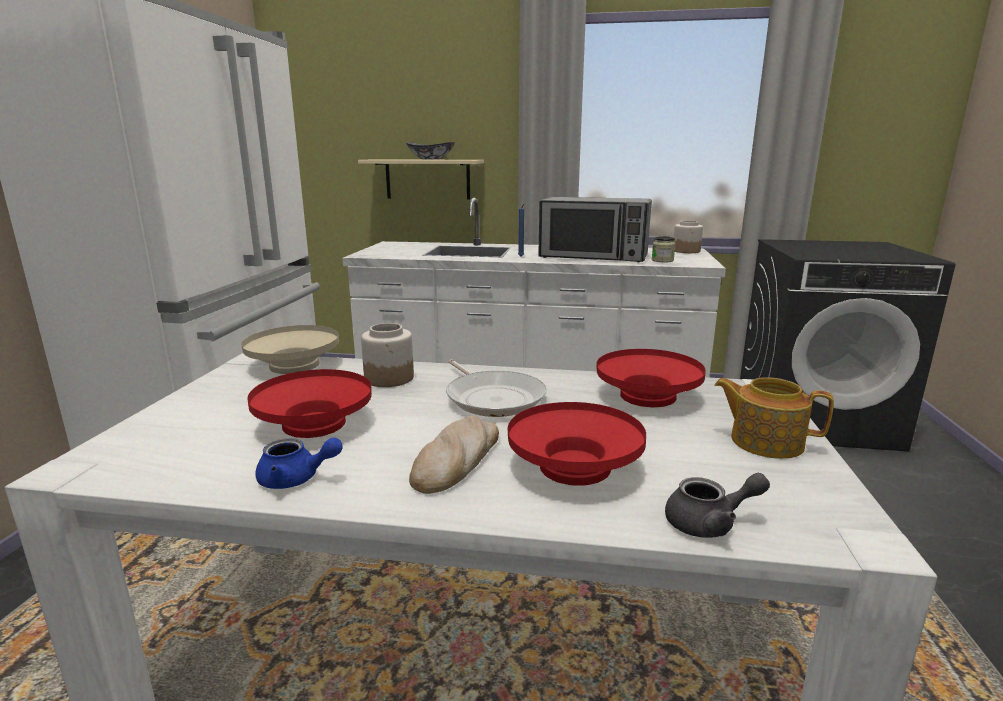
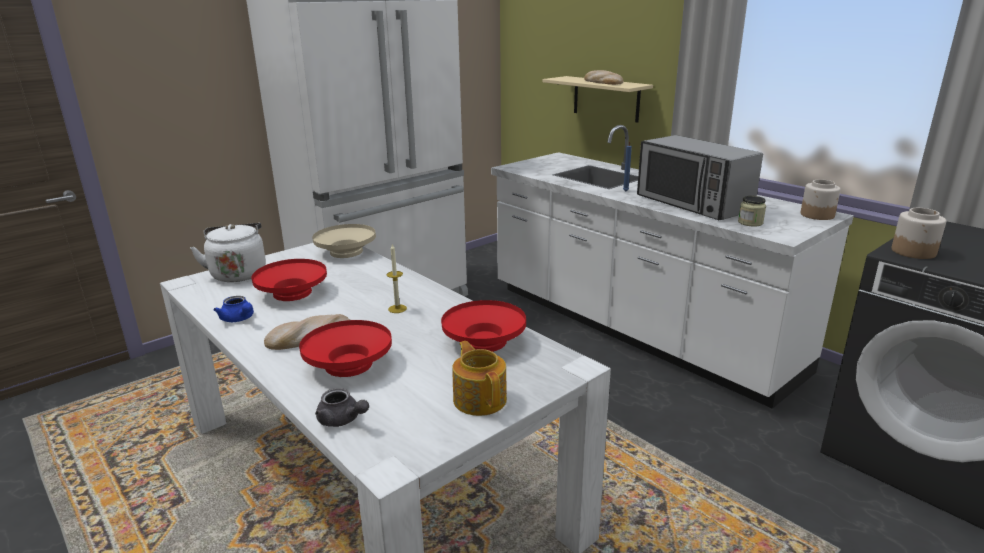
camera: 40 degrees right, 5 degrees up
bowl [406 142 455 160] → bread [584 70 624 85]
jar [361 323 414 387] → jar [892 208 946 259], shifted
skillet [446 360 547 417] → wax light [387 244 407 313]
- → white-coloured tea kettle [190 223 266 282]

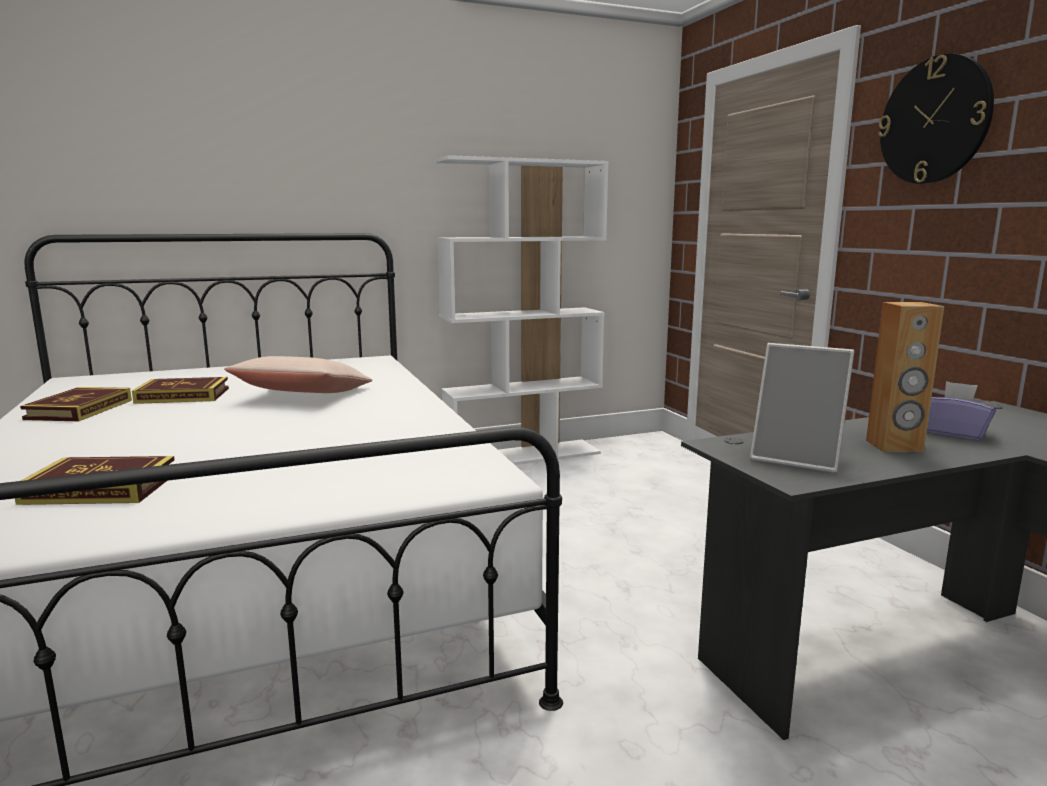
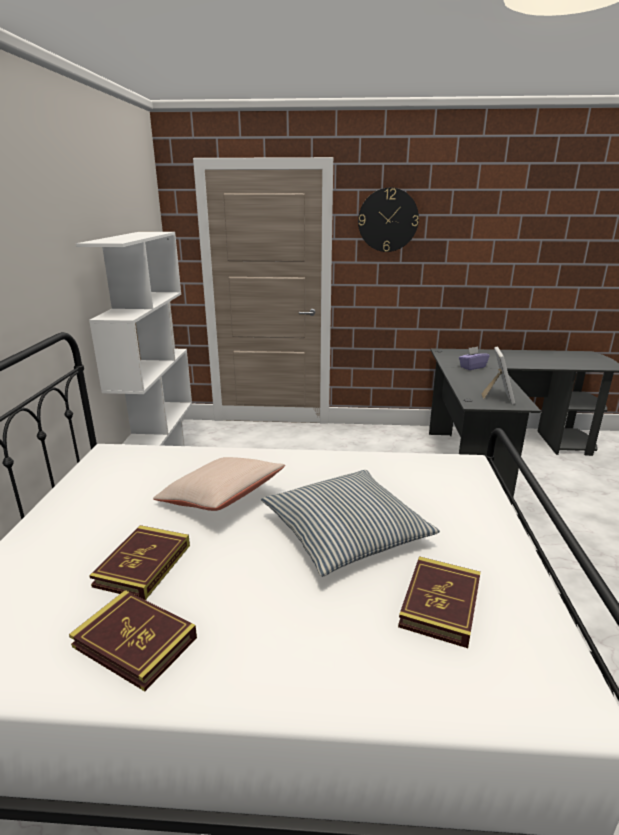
camera: 65 degrees left, 10 degrees up
brown loudspeaker [866 302 944 452] → -
photo frame [750 343 854 473] → photo frame [481 347 515 405], 45 degrees counterclockwise
- → cushion [261 470 440 577]

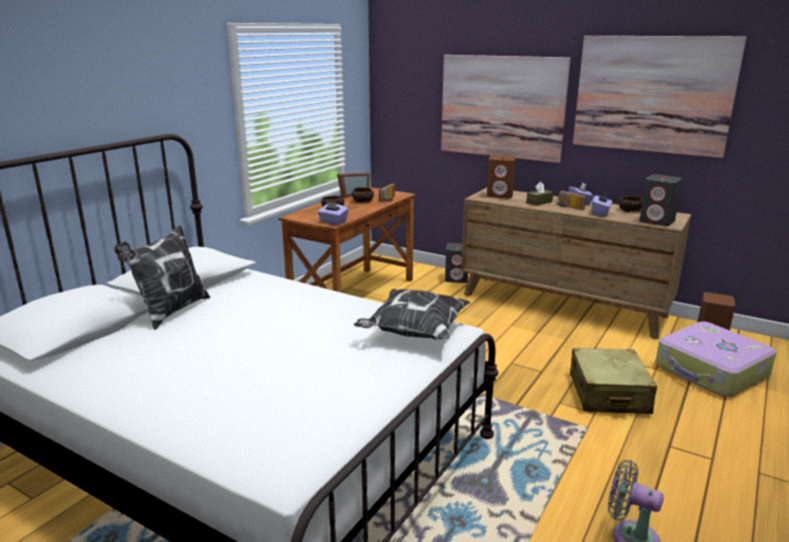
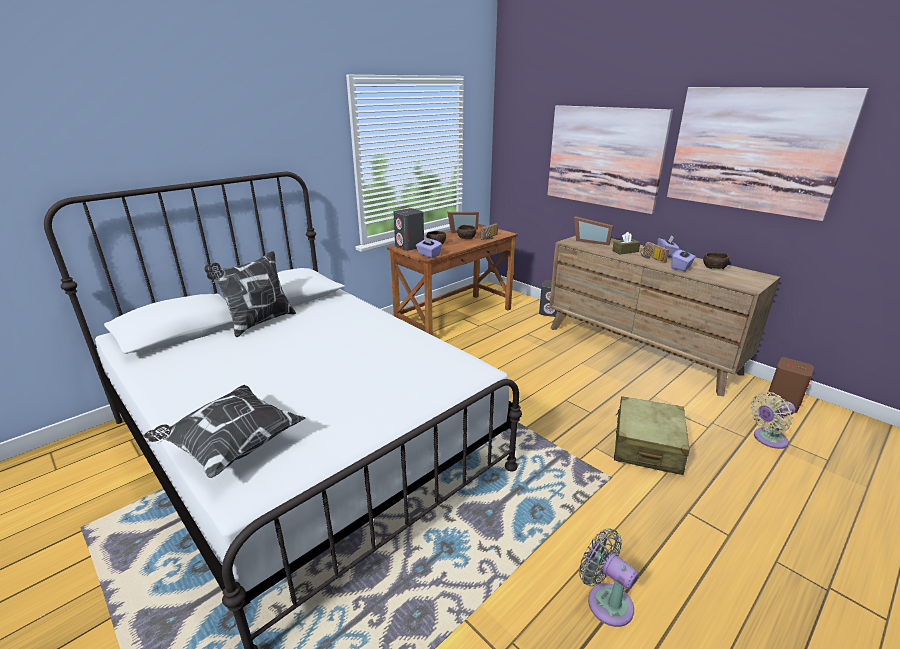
camera: 15 degrees right, 5 degrees up
brown loudspeaker [487 155 516 198] → photo frame [574 216 614 246]
grey loudspeaker [639 174 682 226] → grey loudspeaker [393 208 424 251], shifted
cushion [354 289 471 340] → cushion [144 385 306 478], shifted
suitcase [655 321 777 397] → sand-coloured cooling fan [751 392 795 449]

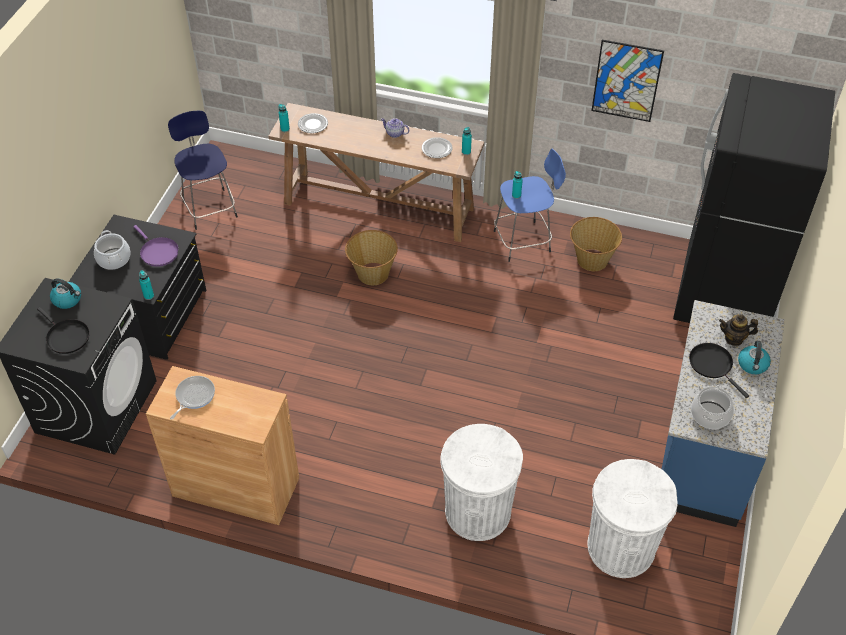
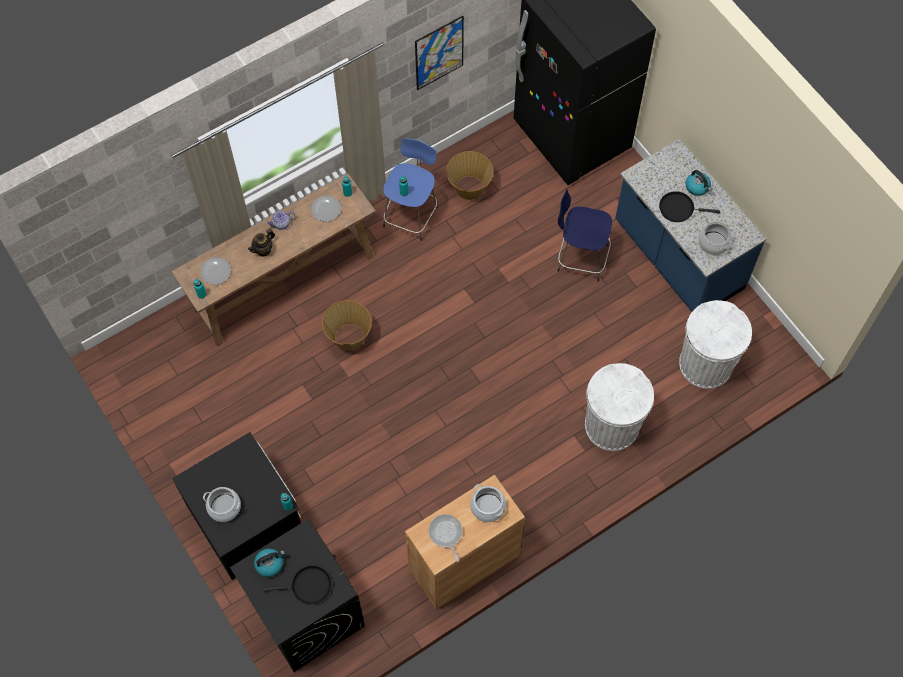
camera: 50 degrees left, 15 degrees up
blue-coloured stool seat [168 111 238 230] → blue-coloured stool seat [558 189 612 282], shifted
purple-coloured skillet [133 225 179 267] → -
pot for tea [719 314 758 346] → pot for tea [248 229 275 257], shifted
- → cooking pot [470 484 506 522]

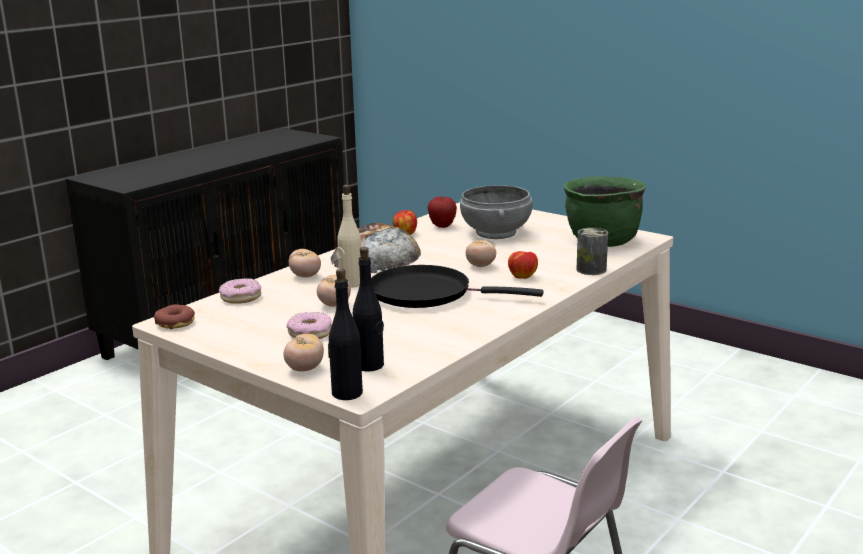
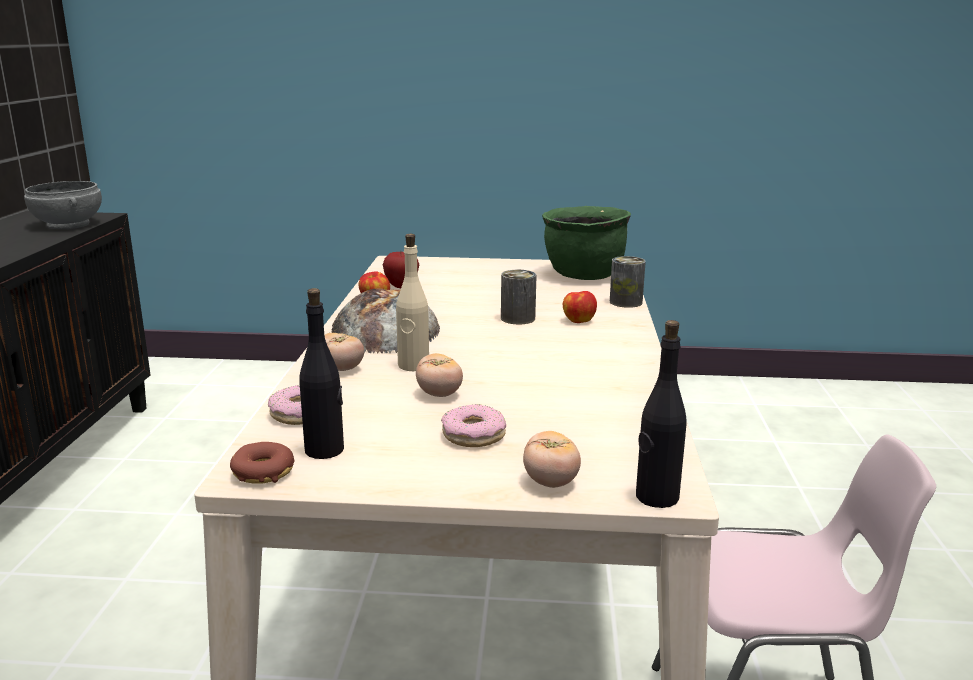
camera: 35 degrees left, 0 degrees up
grey bowl [460 185 533 239] → grey bowl [24 181 102 229], shifted
tomato [466 240 496 267] → metal can [501 270 537 324]
blackish drink bottle [353 247 384 372] → blackish drink bottle [299 288 344 459], shifted
blackish skillet [371 265 544 308] → -

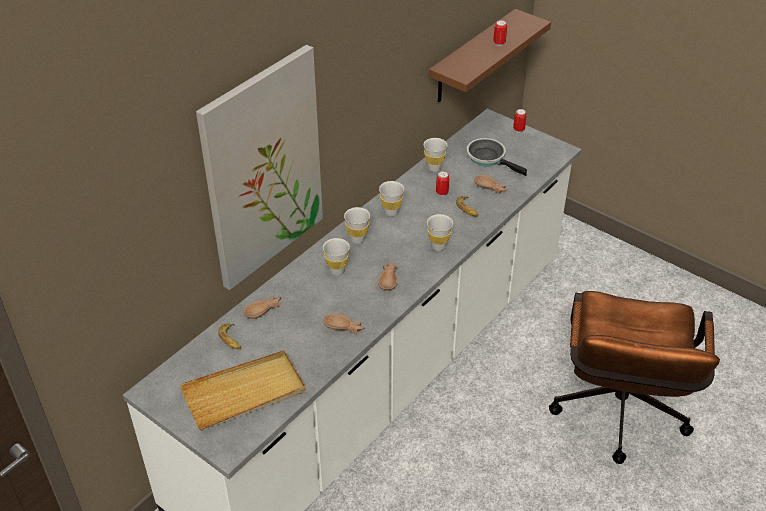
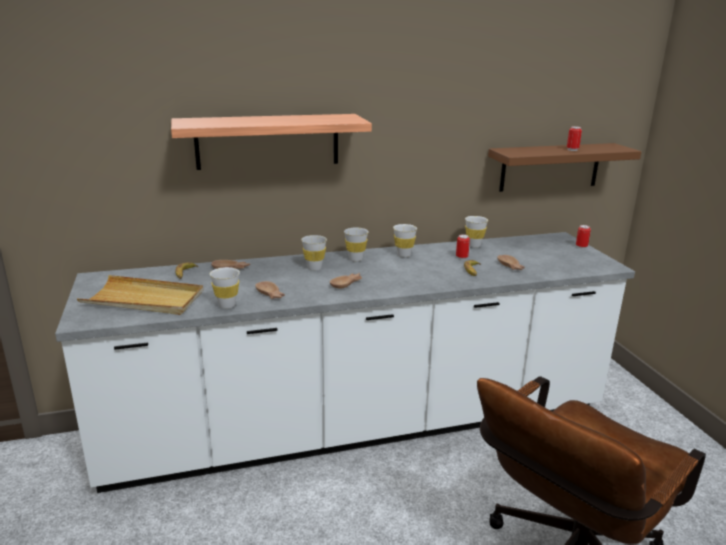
camera: 35 degrees right, 20 degrees down
picture [196 45 323 290] → bracket shelf [171 114 372 170]
skillet [466 138 527 176] → -
white-coloured cup [427 214 453 251] → white-coloured cup [210 267 240 309], shifted

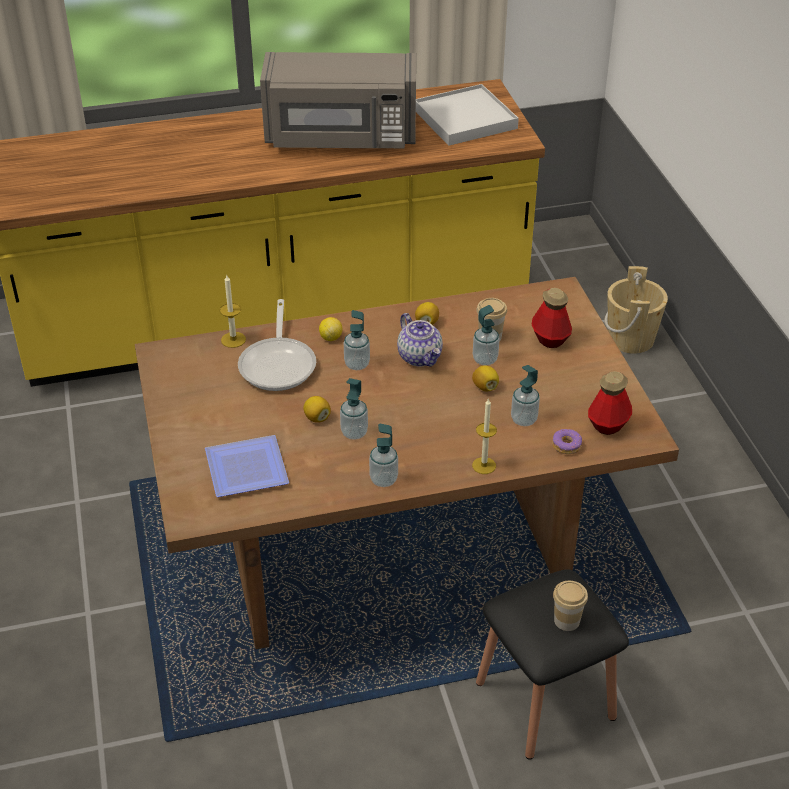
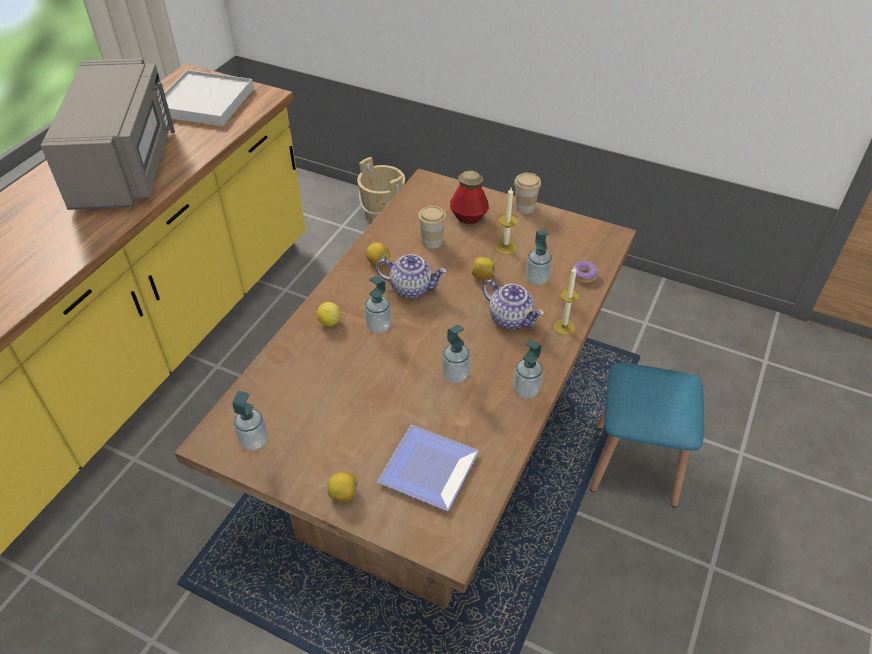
camera: 50 degrees left, 5 degrees up
grey microwave [260 52 416 148] → grey microwave [41 58 175 210], 45 degrees counterclockwise
wax light [220 275 246 348] → wax light [495 188 518 255], shifted
skillet [238 299 316 391] → -
liquid soap bottle [473 305 500 366] → liquid soap bottle [232 391 268 451], shifted
drink bottle [588 371 632 435] → -
lemon [303 396 331 423] → lemon [328 472 358 502], shifted
blackish stool seat [476 569 629 760] → blue-coloured stool seat [590 363 704 507]
cup [553 581 588 631] → cup [514 173 541 214], shifted
- → pot for tea [482 280 544 329]

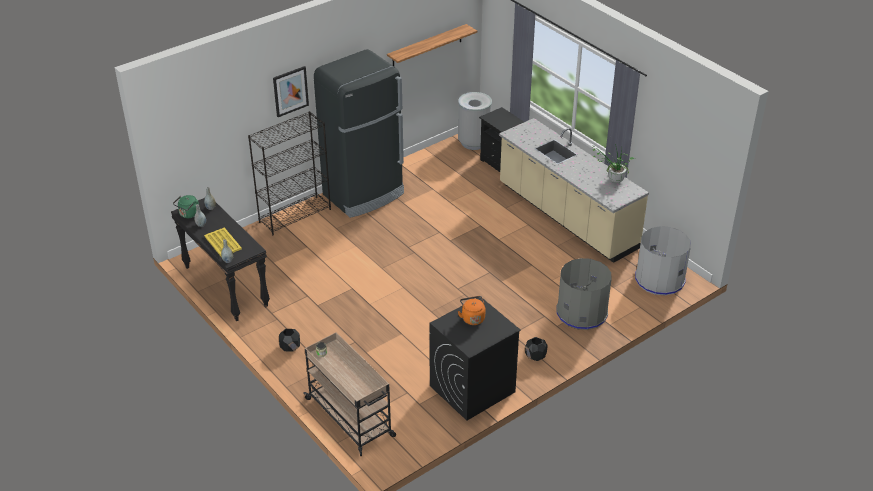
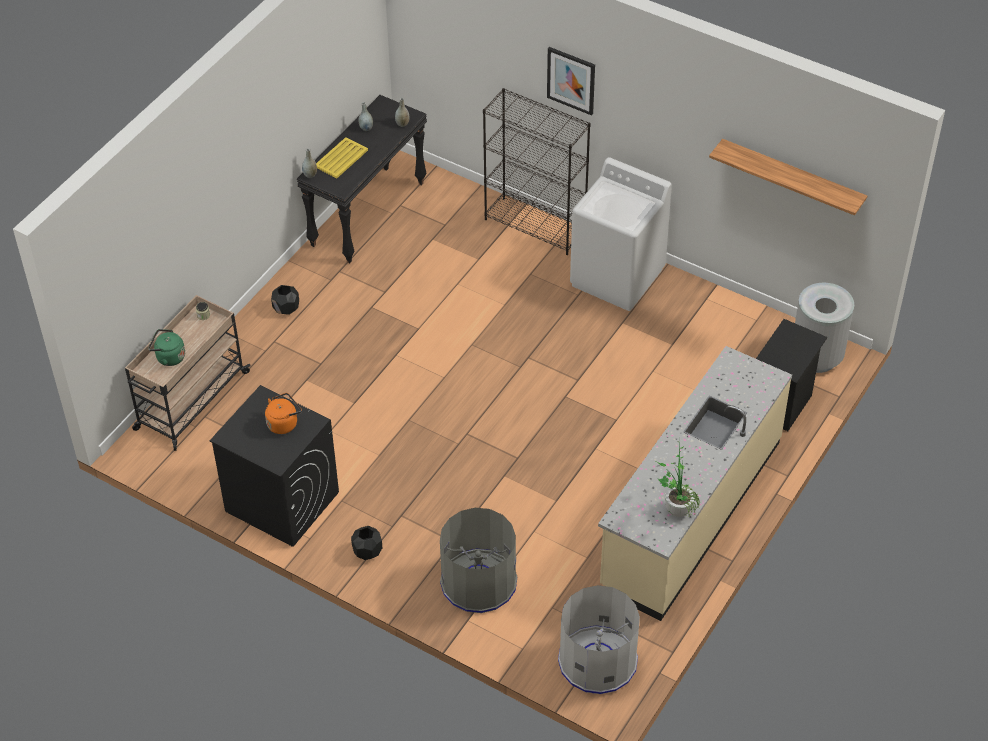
camera: 70 degrees right, 10 degrees up
blackish kitchen fridge [314 49 404 218] → white-coloured laundry appliance [570 157 672 311]
green tea kettle [173 195 199 218] → green tea kettle [148 329 185 366], shifted

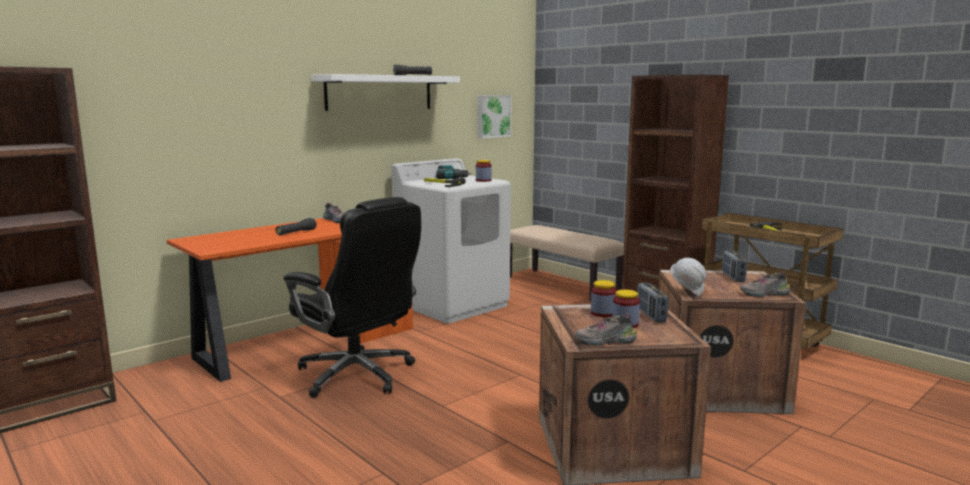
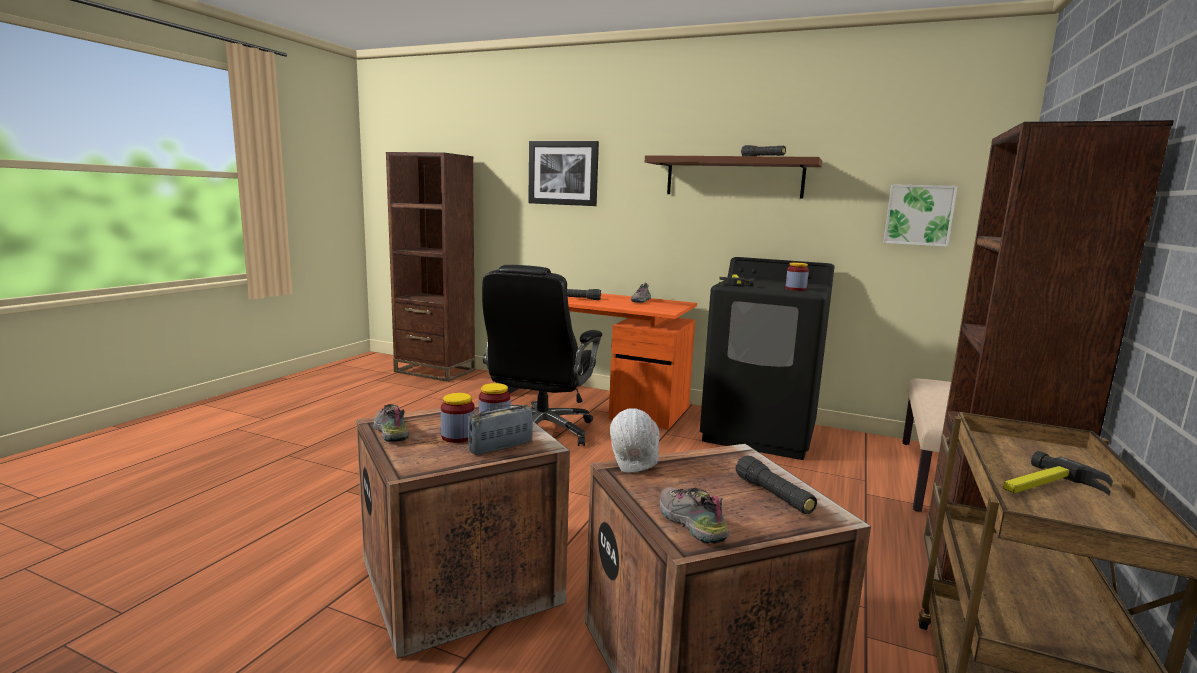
camera: 65 degrees right, 0 degrees up
white-coloured bracket shelf [311 74 460 111] → brown bracket shelf [645 155 822 199]
white-coloured laundry appliance [392 158 511 324] → blackish laundry appliance [700 257 835 460]
drill [436 165 472 179] → -
radio set [722 250 747 282] → blackish flashlight [735 455 817 514]
- → picture [528 141 599 206]

